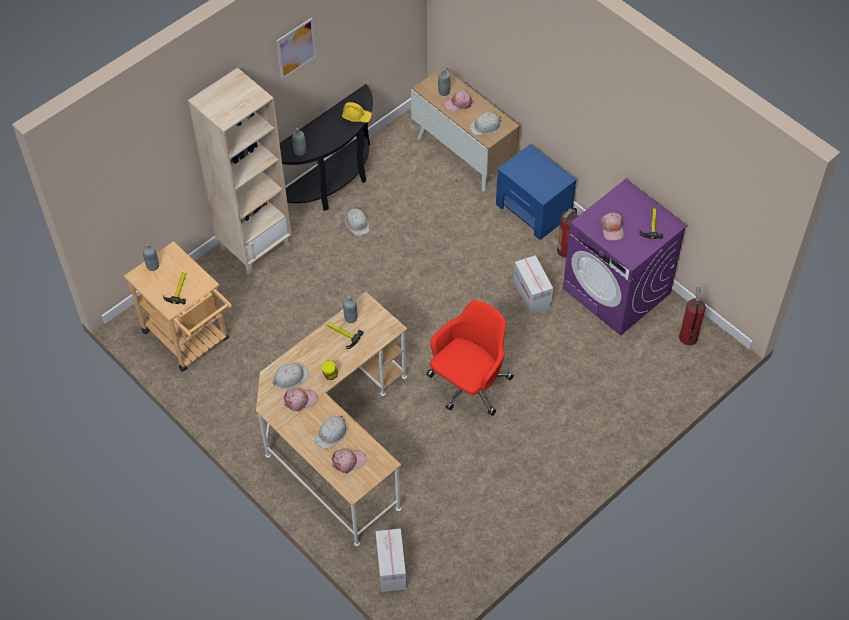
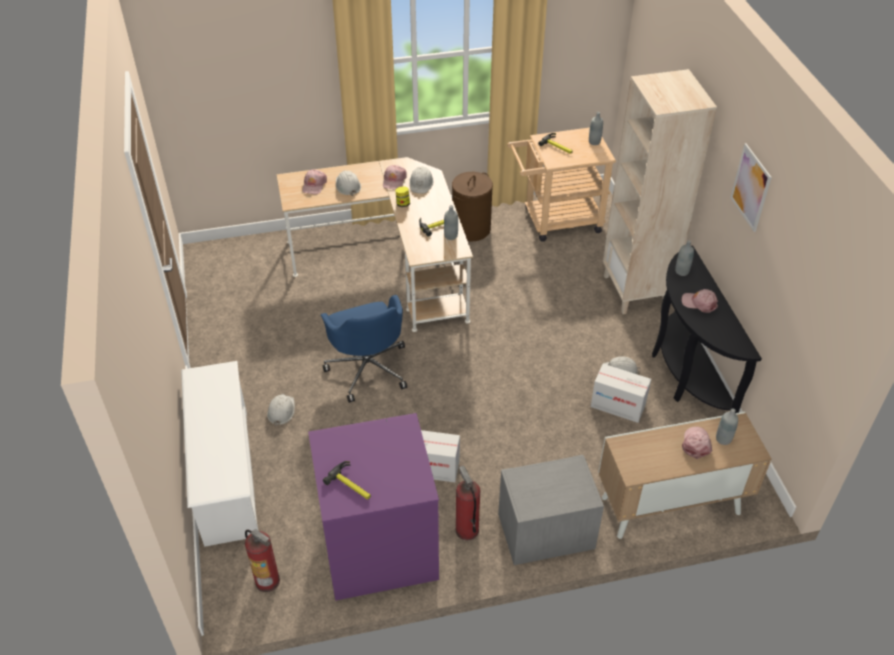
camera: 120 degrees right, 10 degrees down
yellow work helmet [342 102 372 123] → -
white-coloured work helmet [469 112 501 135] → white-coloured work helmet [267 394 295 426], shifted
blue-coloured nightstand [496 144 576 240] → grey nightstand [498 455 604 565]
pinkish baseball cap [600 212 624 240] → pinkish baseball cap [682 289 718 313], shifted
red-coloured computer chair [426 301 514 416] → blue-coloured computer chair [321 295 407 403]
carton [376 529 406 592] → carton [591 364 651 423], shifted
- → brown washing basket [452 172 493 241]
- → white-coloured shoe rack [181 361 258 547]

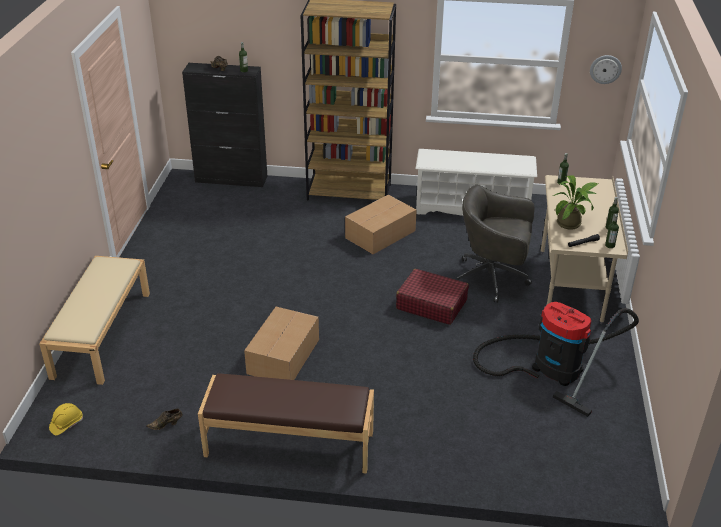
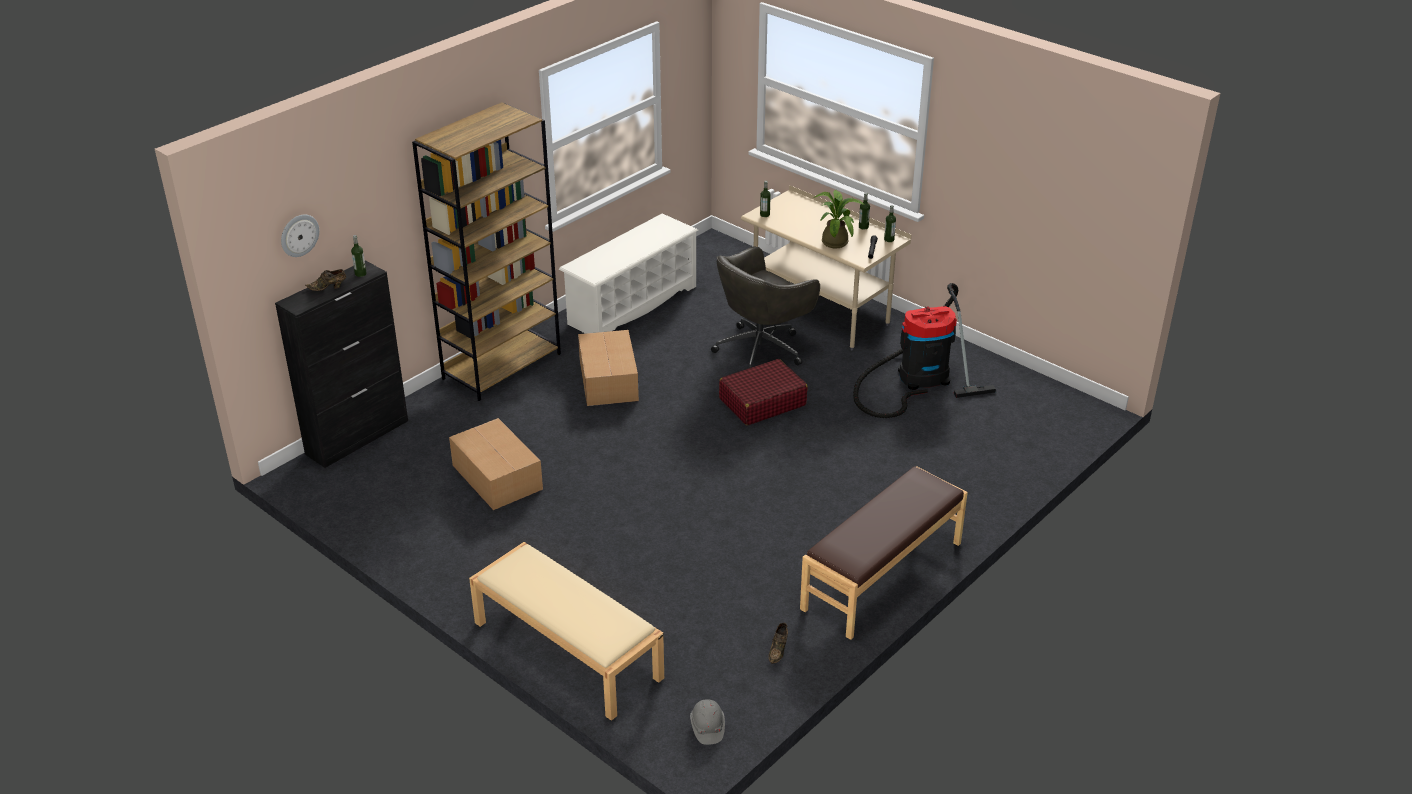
camera: 55 degrees left, 0 degrees up
hanging clock [590 55 622 84] → hanging clock [281 215 319 257], shifted
carton [244 307 319 380] → carton [449 418 543 510], shifted
yellow work helmet [49 403 83 435] → grey work helmet [690 699 725 745]

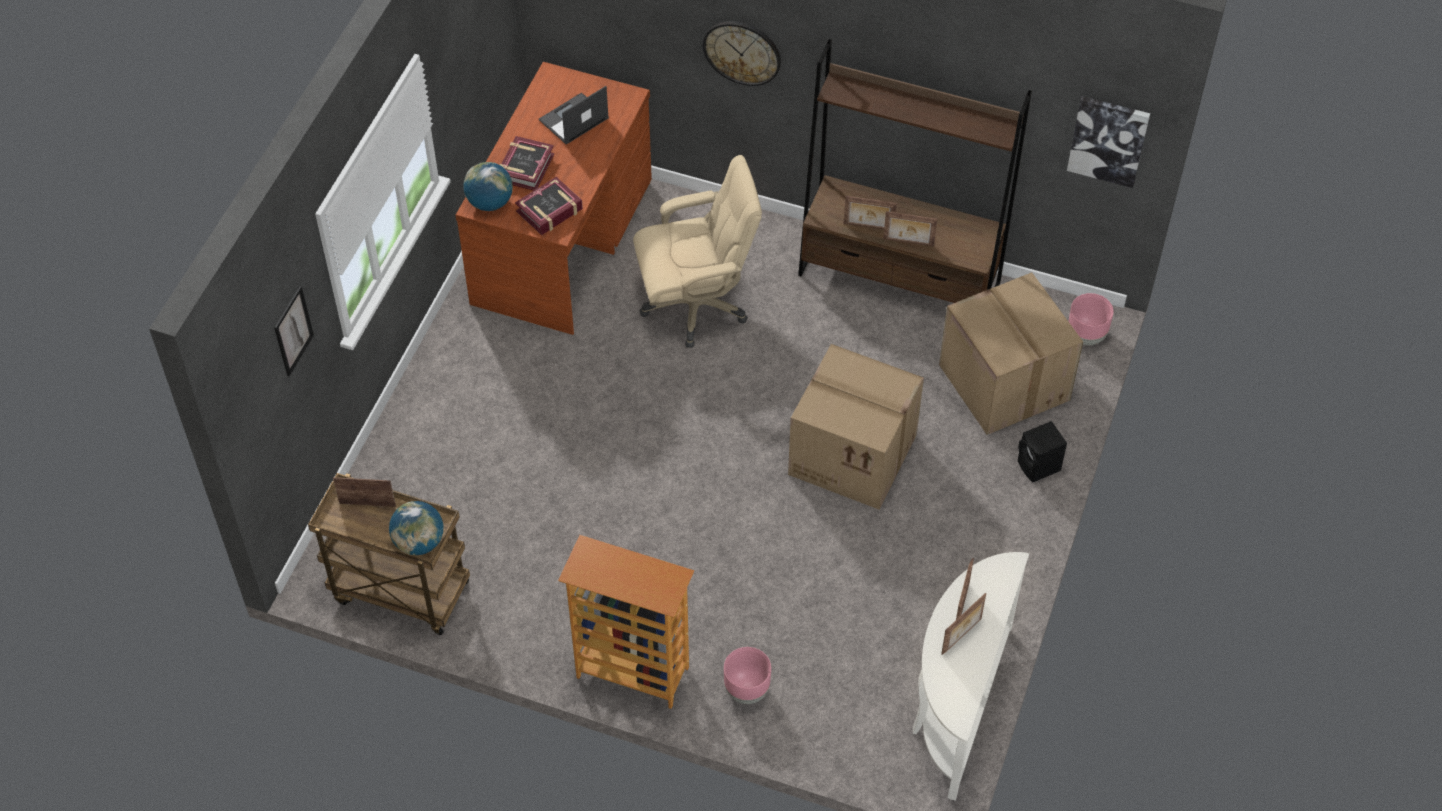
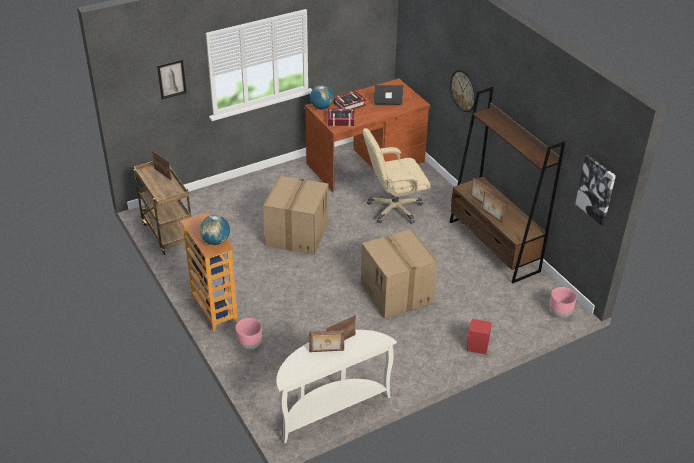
camera: 40 degrees right, 15 degrees down
sand-coloured computer chair [633 155 762 348] → sand-coloured computer chair [363 128 431 224], 135 degrees clockwise
carton [939 272 1083 435] → carton [263 175 329 255], shifted
blackish loudspeaker [1018 421 1067 482] → red-coloured loudspeaker [467 319 492 355]
world globe [389 501 444 555] → world globe [200 215 230 245], shifted

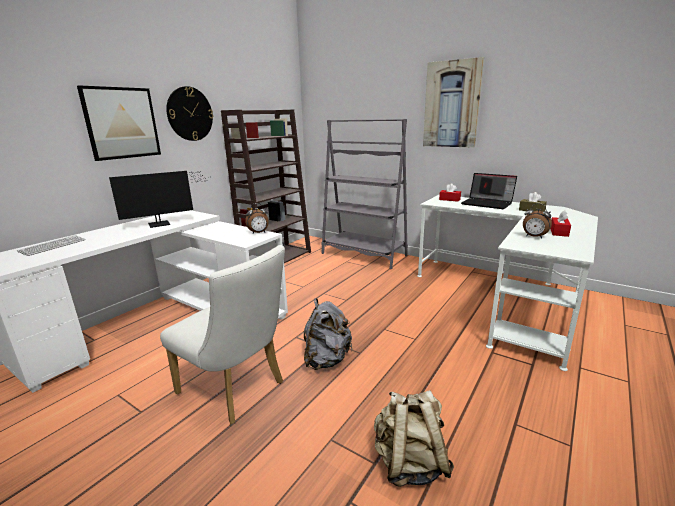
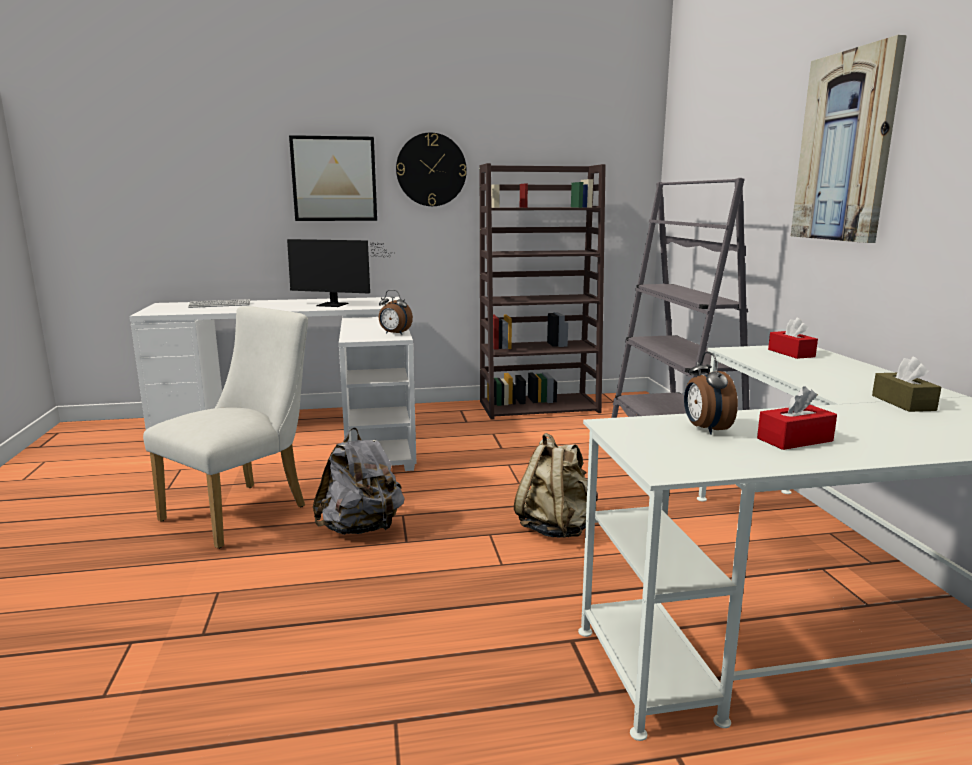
camera: 45 degrees right, 5 degrees down
laptop [461 173 517 209] → -
white-coloured chair [160 245 285 424] → white-coloured chair [143 306 308 549], 135 degrees counterclockwise
sand-coloured rucksack [374 390 454 487] → sand-coloured rucksack [514 433 598 538], shifted

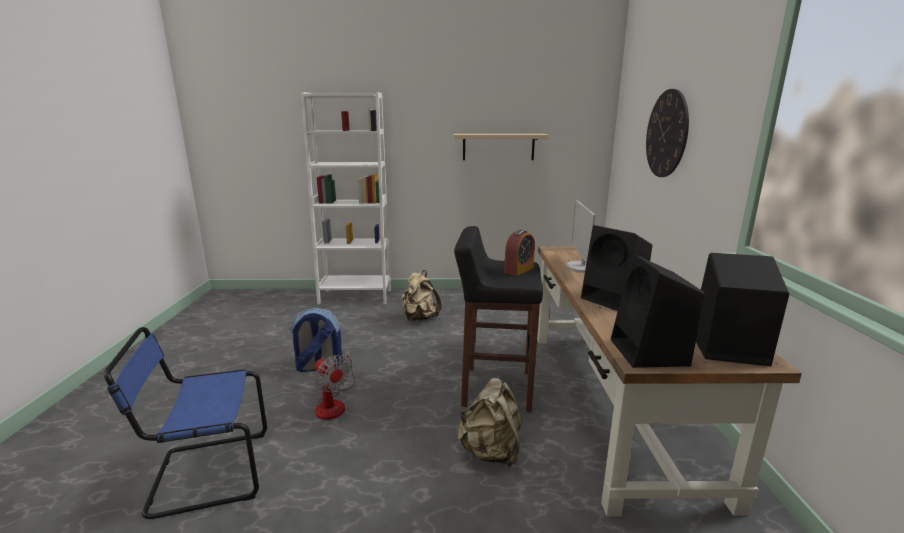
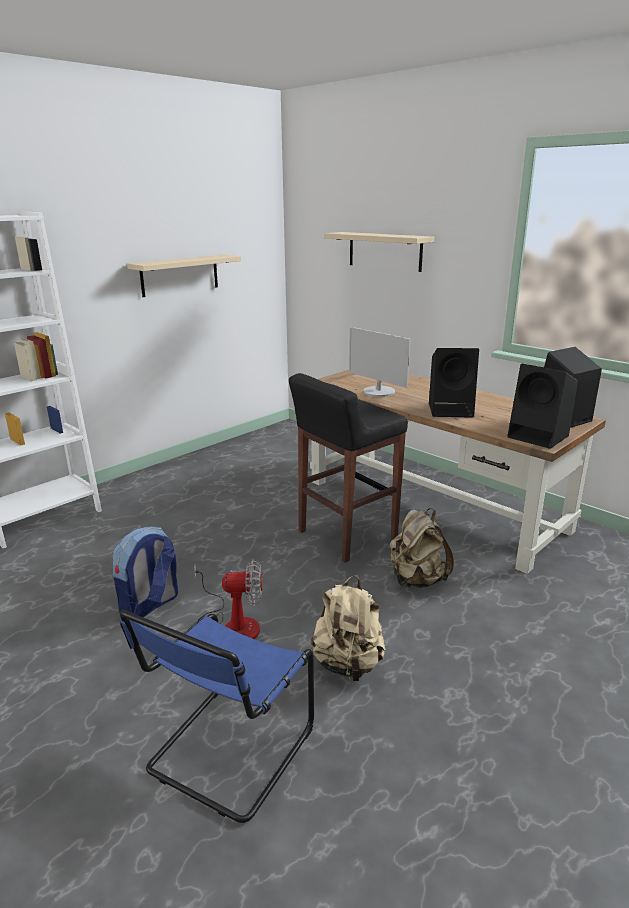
camera: 45 degrees left, 5 degrees up
hanging clock [646 89 689 177] → sand-coloured bracket shelf [324 232 434 272]
bedside clock [504 230 535 276] → -
sand-coloured rucksack [402 270 441 321] → sand-coloured rucksack [311 575 386 681], shifted

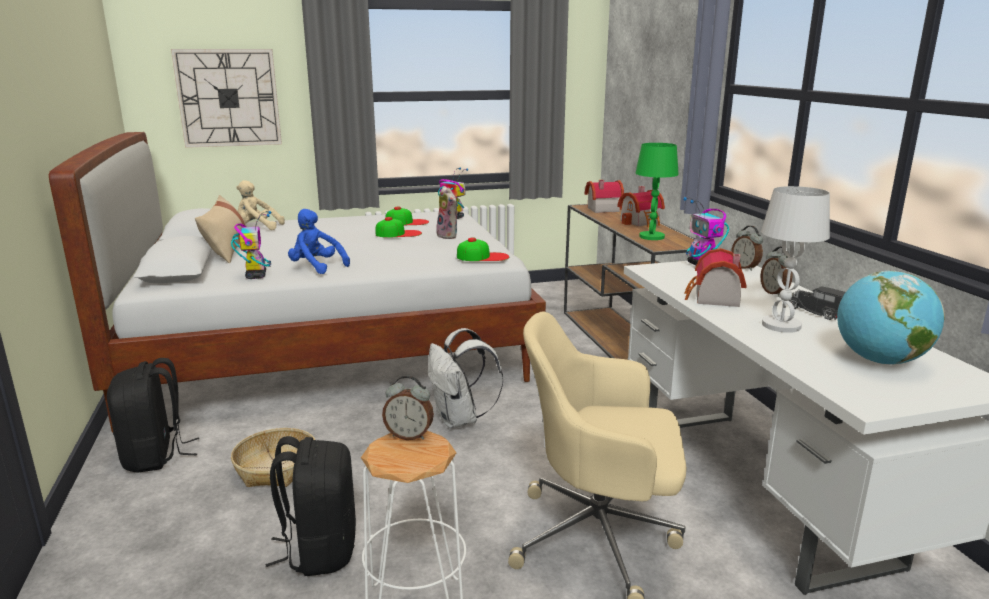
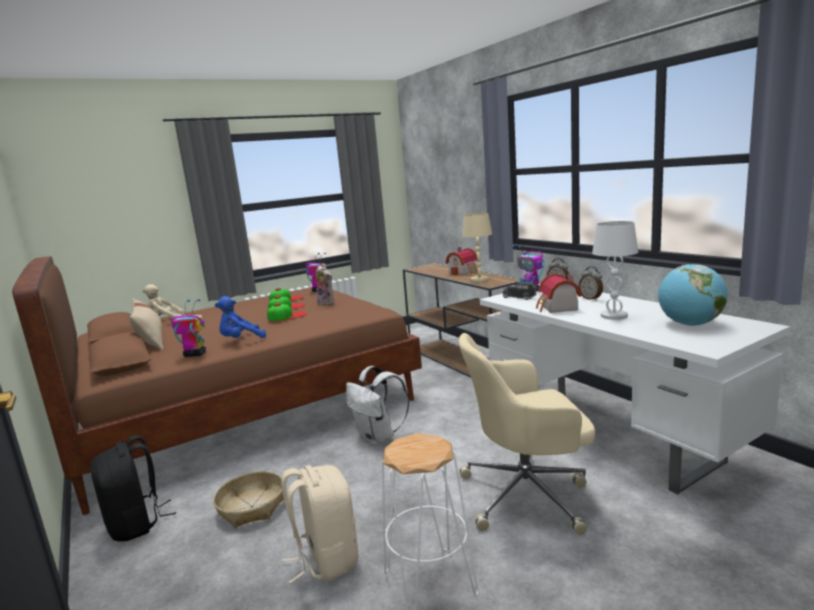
camera: 15 degrees left, 5 degrees down
hanging clock [171 49 282 148] → -
white-coloured sleeping bed [49 132 546 433] → brown sleeping bed [12 256 422 515]
green lamp for a table [636 143 679 240] → sand-coloured lamp for a table [462 213 492 282]
toy house [585 180 624 213] → -
blue-coloured cuddly toy [288 209 350 274] → blue-coloured cuddly toy [215 296 266 338], 45 degrees counterclockwise
model robot [231 211 271 279] → model robot [171 299 206 357], 60 degrees counterclockwise
baseball cap [457 237 509 261] → baseball cap [267 303 307 321], shifted
model truck [788 286 846 320] → model truck [502 282 537 300], shifted
bedside clock [382 375 434 440] → -
blackish rucksack [265 436 356 576] → sand-coloured rucksack [281 465 358 584]

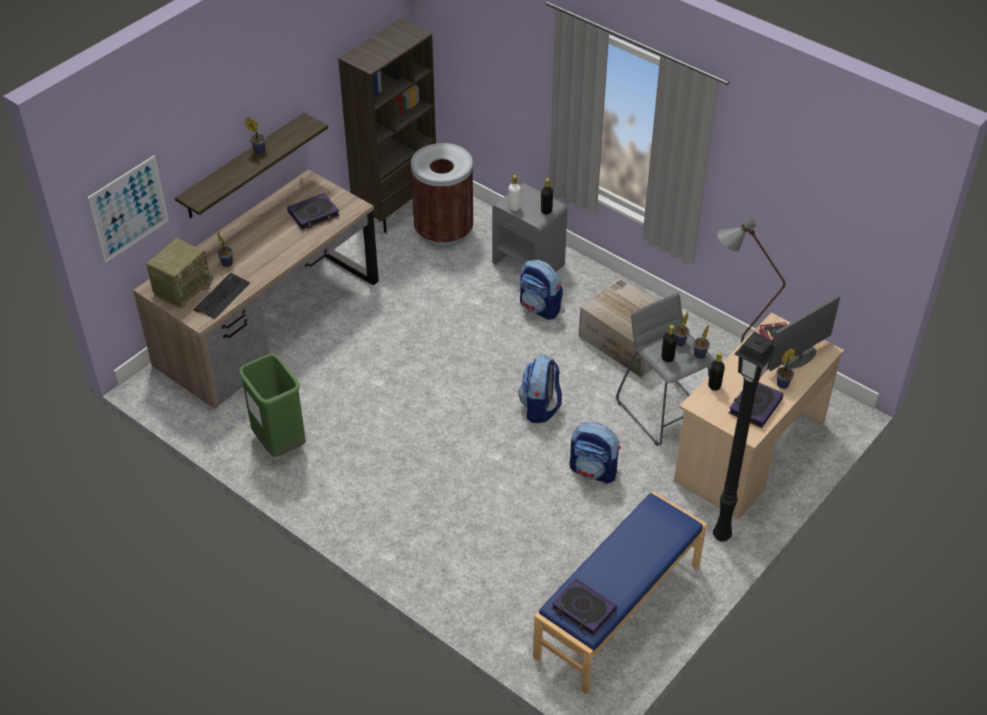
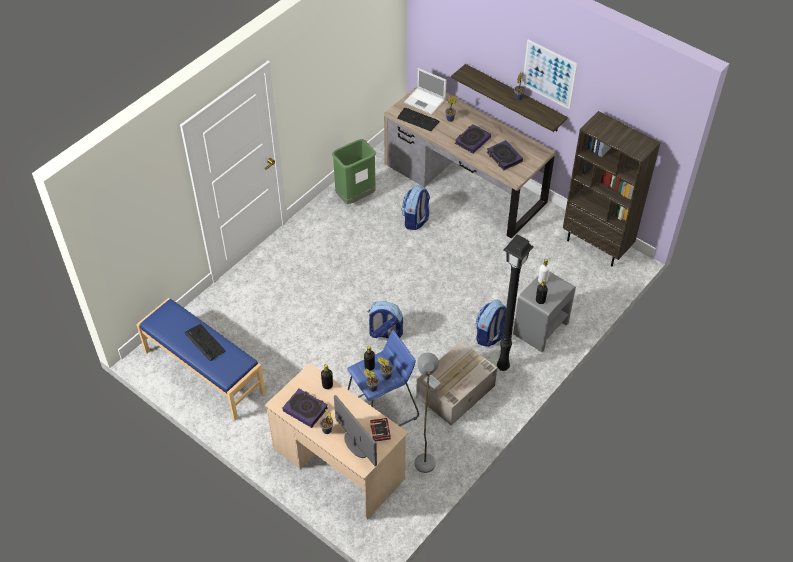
camera: 90 degrees right, 5 degrees up
brown rubbish bin [411 143 473 248] → -
picture [87 156 169 263] → picture [522 39 577 109], shifted
radio set [146 238 213 308] → laptop [404 68 447 114]
grey stool seat [616 293 715 446] → blue-coloured stool seat [347 330 419 426]
blackish standard lamp [713 332 779 542] → blackish standard lamp [497 235 534 371], shifted
rucksack [569 422 621 484] → rucksack [402 185 430 230], shifted
volume [552 578 617 636] → volume [455 124 491 153], shifted
- → keyboard [184 324 226 361]

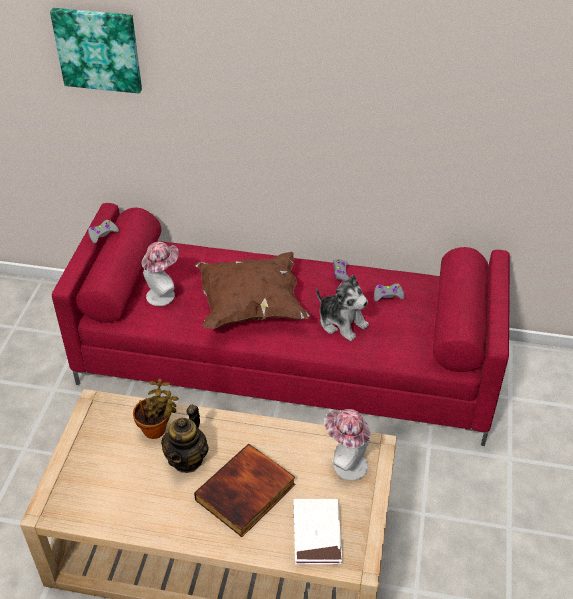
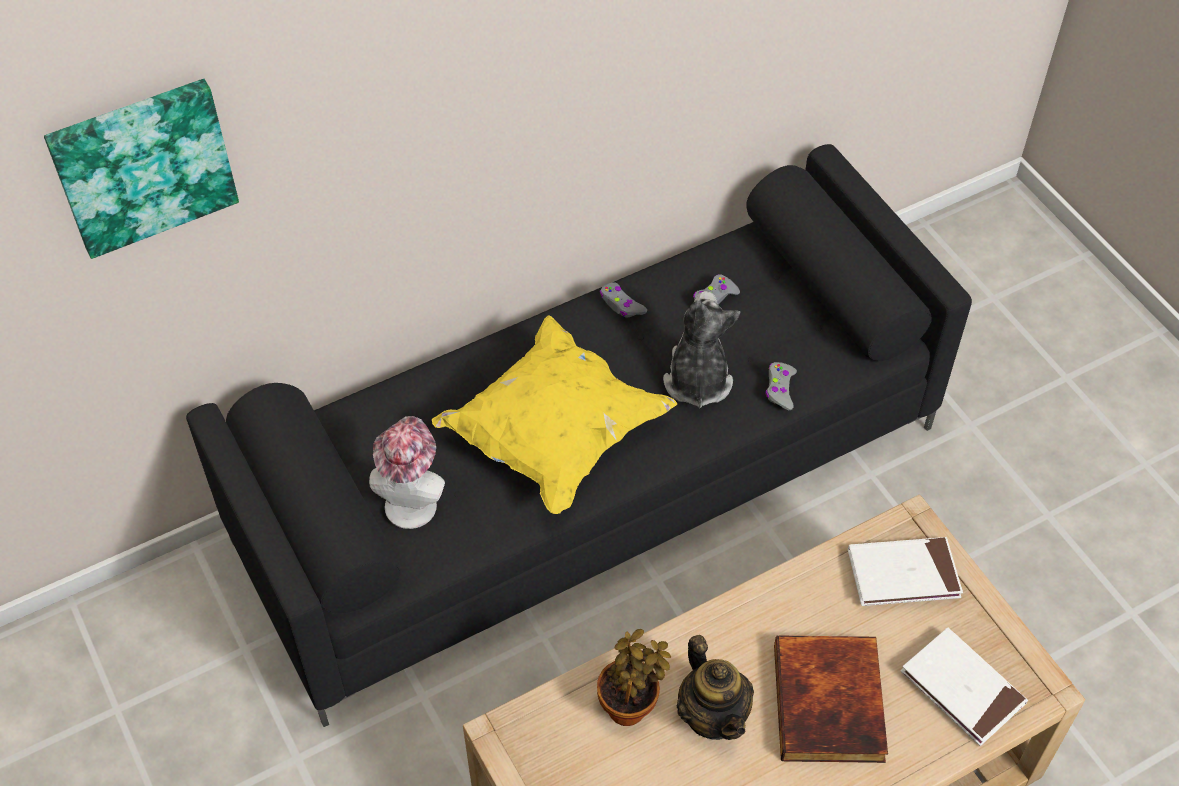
camera: 40 degrees left, 10 degrees up
red-coloured sofa [52 203 510 446] → blackish sofa [186 144 972 727]
grey joypad [88 220 119 243] → grey joypad [765 362 797 410], shifted
brown cushion [195 252 310 329] → yellow cushion [432 315 677 514]
cuddly toy [316 275 369 341] → cuddly toy [663 291 740 408], 90 degrees counterclockwise
wearable hat [325 409 371 481] → white-coloured volume [848 537 963 606]

